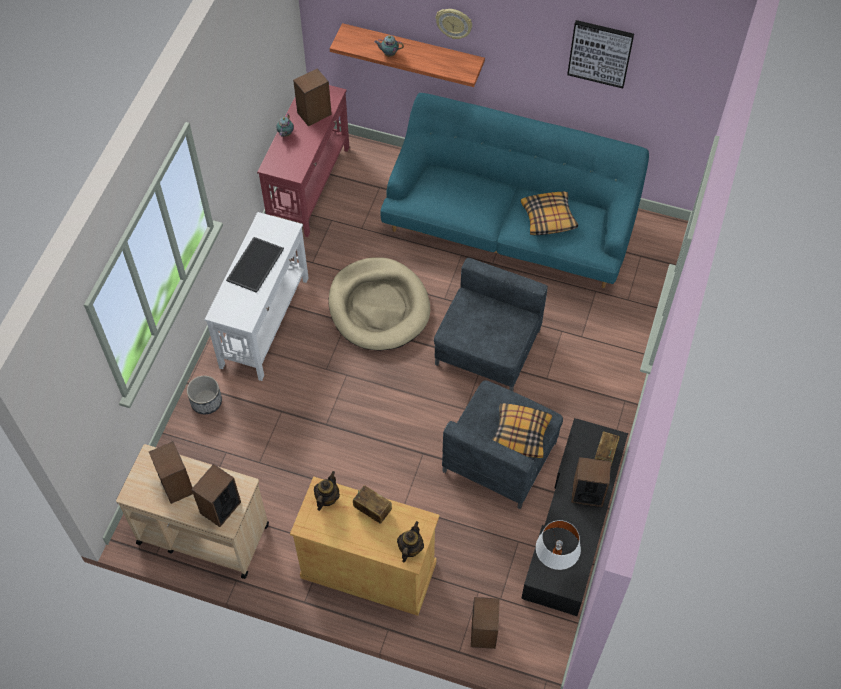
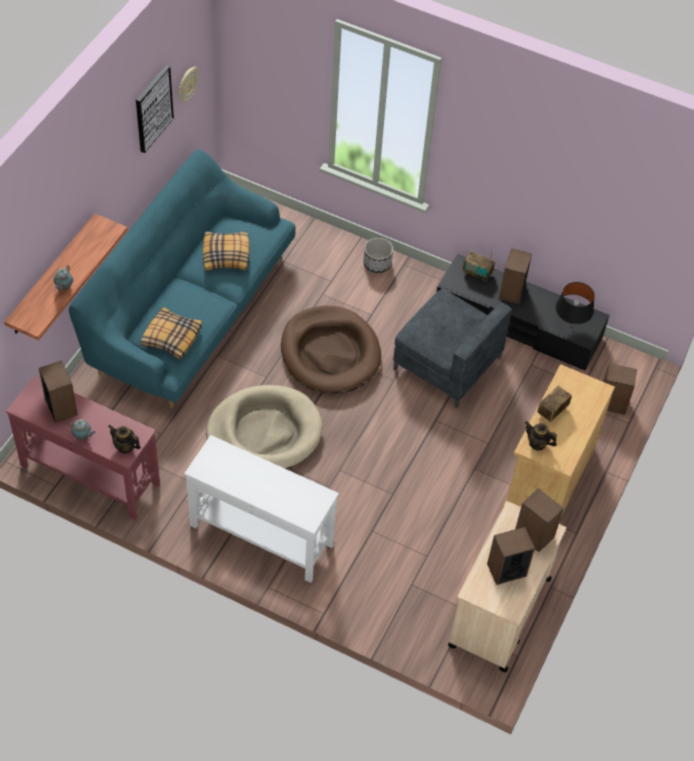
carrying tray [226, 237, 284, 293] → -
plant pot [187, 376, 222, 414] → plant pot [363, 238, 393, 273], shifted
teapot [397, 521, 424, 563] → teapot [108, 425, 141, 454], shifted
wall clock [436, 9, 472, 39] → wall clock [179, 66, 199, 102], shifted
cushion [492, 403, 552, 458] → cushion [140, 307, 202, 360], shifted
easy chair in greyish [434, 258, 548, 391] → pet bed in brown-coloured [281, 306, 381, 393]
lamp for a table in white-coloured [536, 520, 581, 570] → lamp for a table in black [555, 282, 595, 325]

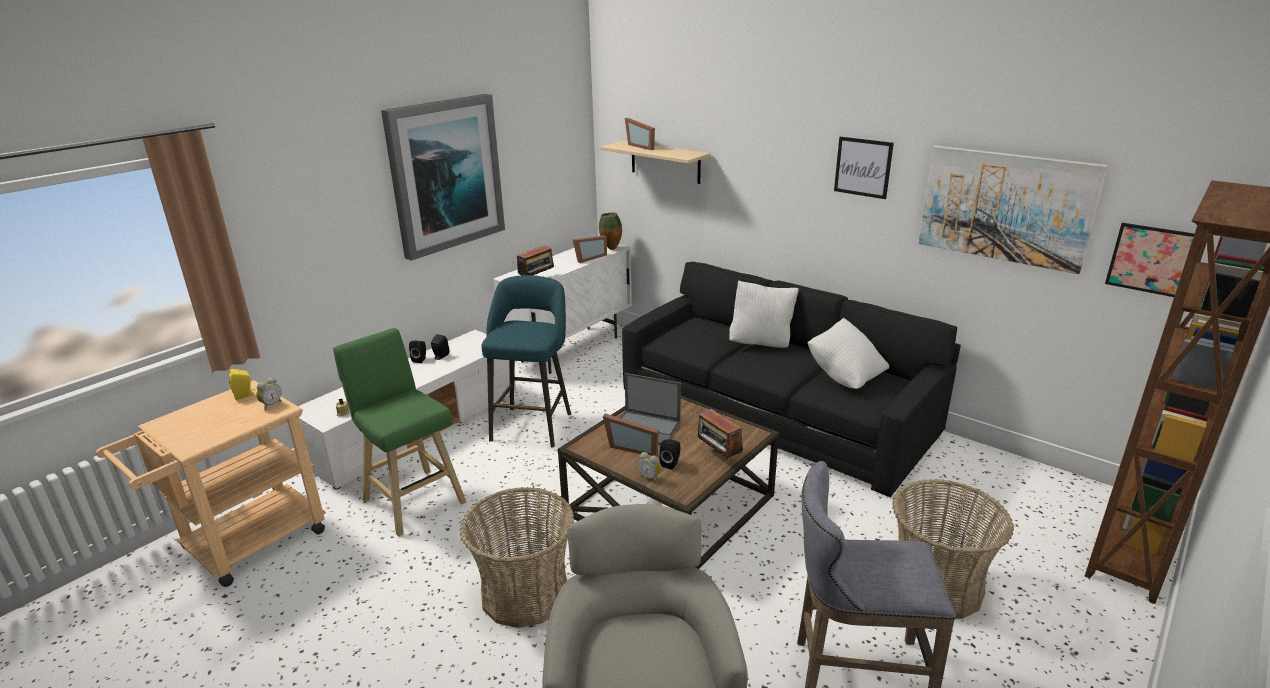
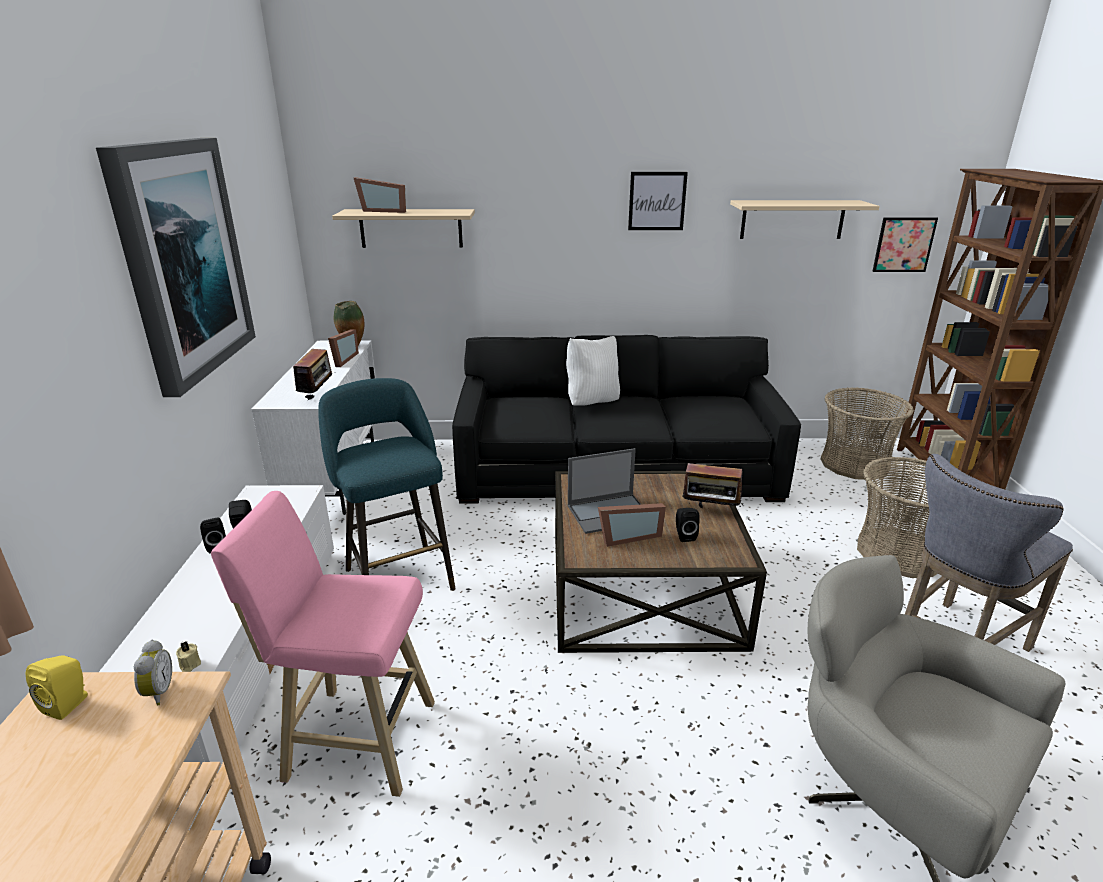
alarm clock [638, 452, 661, 482] → -
cushion in white-coloured [808, 318, 889, 389] → -
basket [460, 487, 574, 628] → basket [821, 387, 914, 480], shifted
picture [918, 146, 1108, 274] → bracket shelf in sand-coloured [730, 200, 880, 239]
stool in green-coloured [333, 328, 466, 537] → stool in pinkish [211, 491, 435, 797]

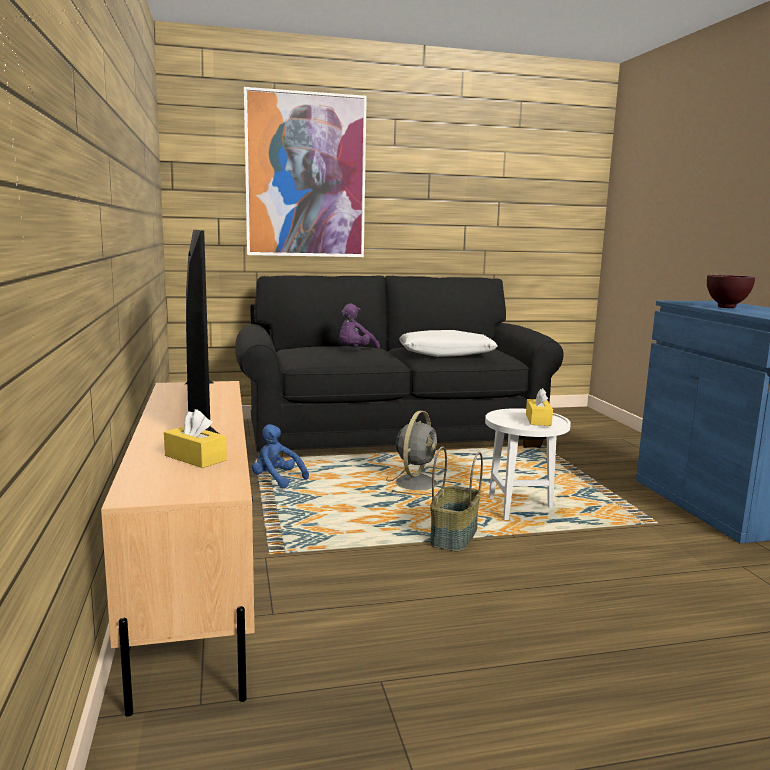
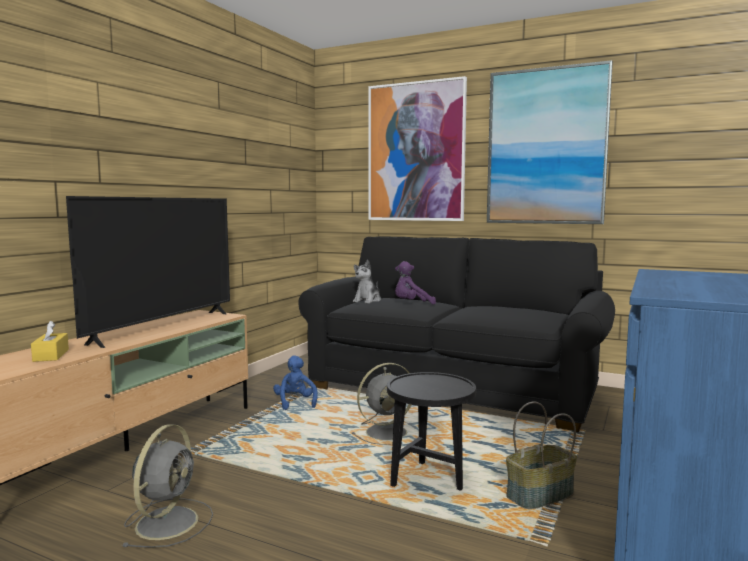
cushion in white-coloured [399, 330, 498, 357] → -
tissue box in yellow-coloured [526, 388, 553, 426] → -
bowl in brown-coloured [707, 275, 755, 308] → -
- → electric fan in greyish [121, 424, 213, 548]
- → cuddly toy [353, 260, 381, 303]
- → picture [487, 60, 613, 224]
basket [430, 447, 483, 552] → basket [506, 401, 577, 509], shifted
side table in white-coloured [485, 408, 571, 520] → side table in black [387, 372, 476, 491]

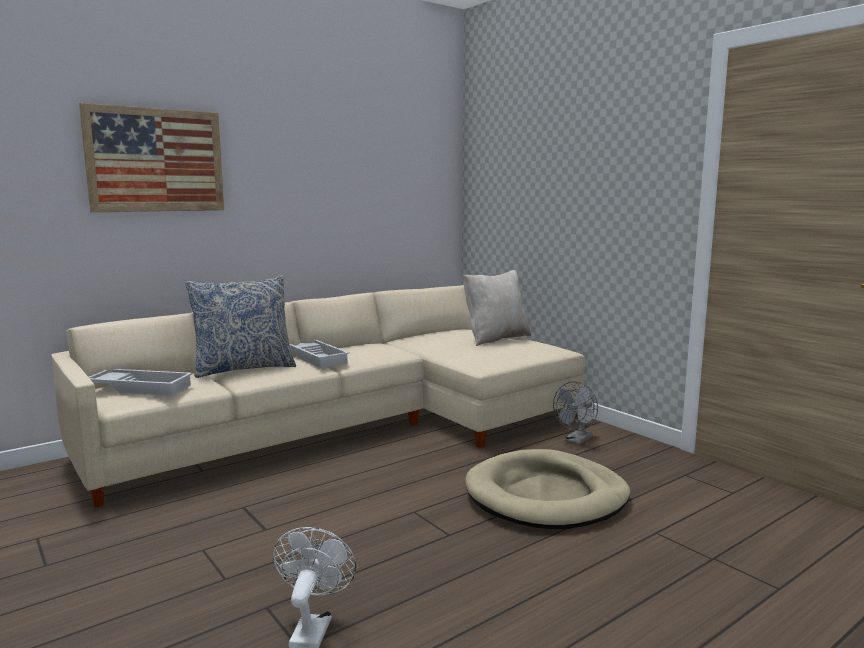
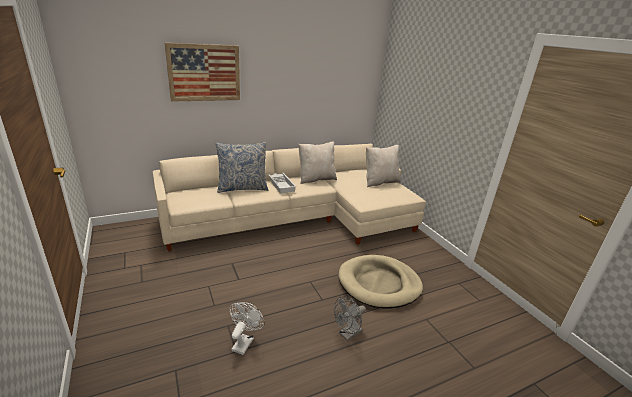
carrying tray in white-coloured [89, 369, 193, 396] → -
- → cushion in sand-coloured [298, 141, 337, 184]
electric fan in greyish [553, 381, 598, 445] → electric fan in greyish [334, 296, 366, 341], shifted

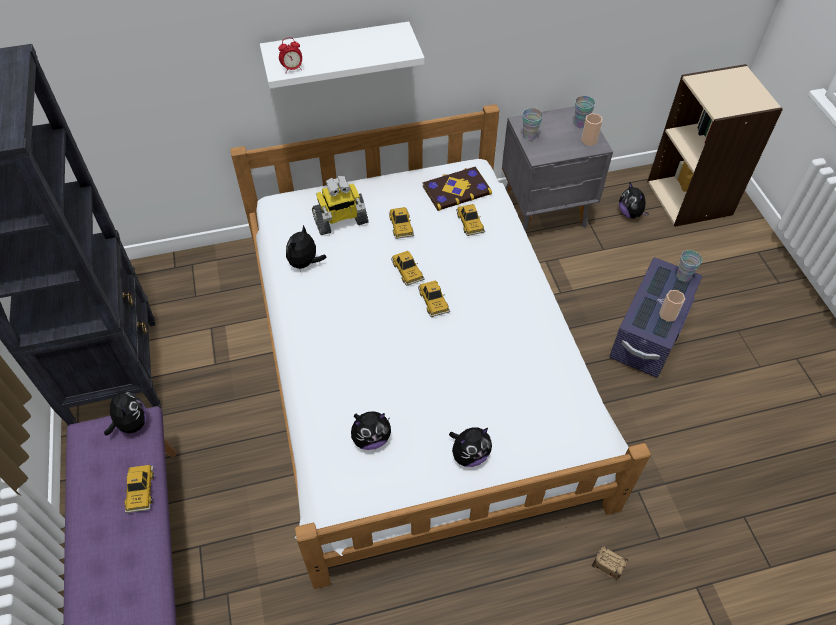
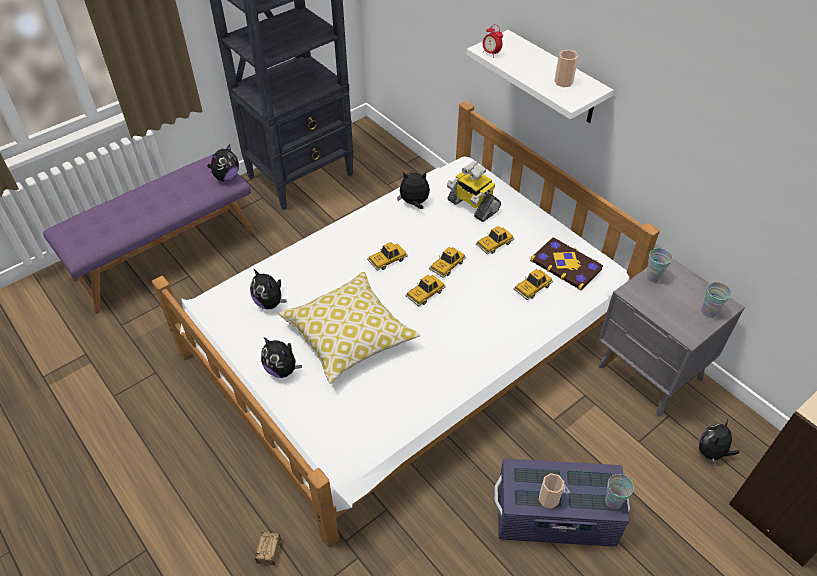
- → cushion [278, 272, 420, 384]
miniature car [124, 465, 154, 513] → miniature car [367, 242, 408, 271], shifted
small cup [581, 113, 602, 146] → small cup [554, 50, 578, 87], shifted

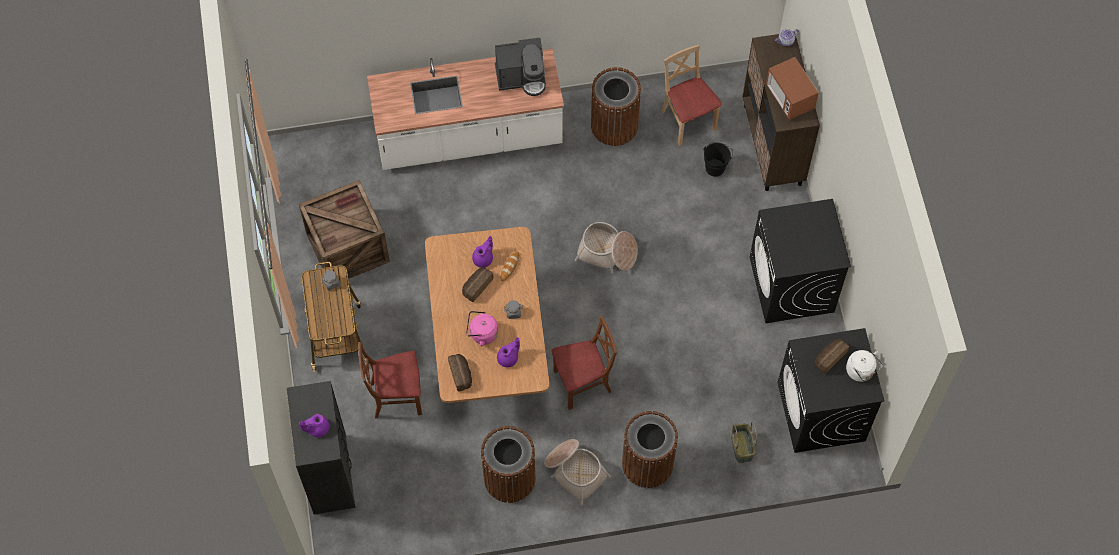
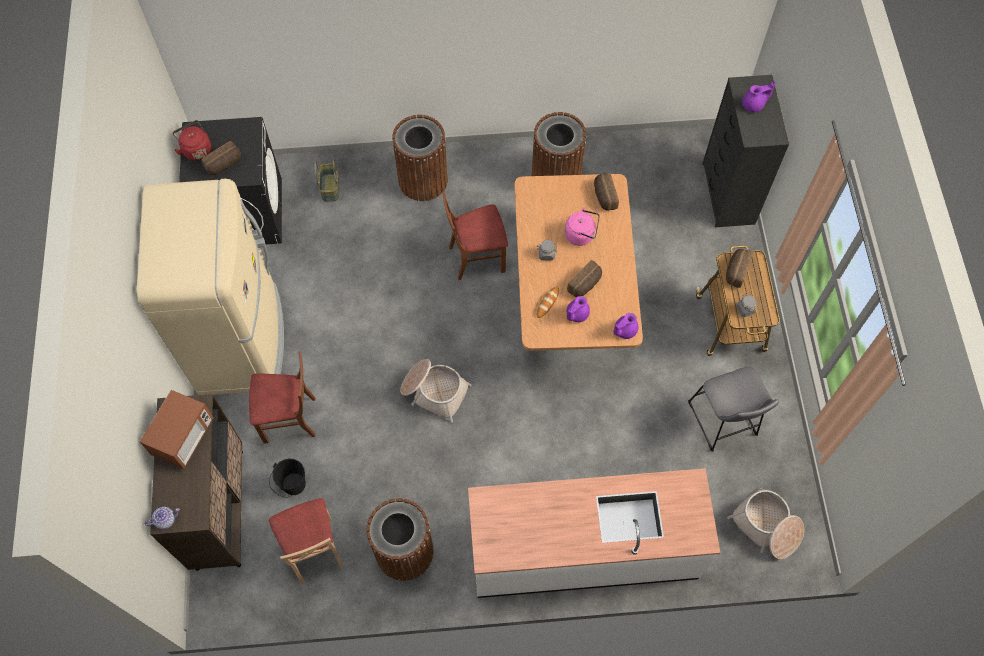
coffee maker [495, 38, 546, 96] → -
- → bread [726, 249, 753, 288]
plain chair in brown-coloured [358, 342, 422, 419] → plain chair in brown-coloured [249, 352, 315, 444], shifted
teapot in purple-coloured [497, 337, 520, 367] → teapot in purple-coloured [613, 313, 638, 339], shifted
basket [544, 439, 611, 505] → basket [727, 488, 804, 559], shifted
crate [299, 180, 390, 279] → stool in greyish [688, 367, 779, 452]
washing machine in black [750, 199, 851, 323] → refrigerator in sand-coloured [137, 179, 284, 395]
water kettle in white-coloured [846, 350, 883, 382] → water kettle in red-coloured [173, 120, 211, 161]
microwave [766, 57, 819, 120] → microwave [140, 390, 214, 469], 45 degrees clockwise

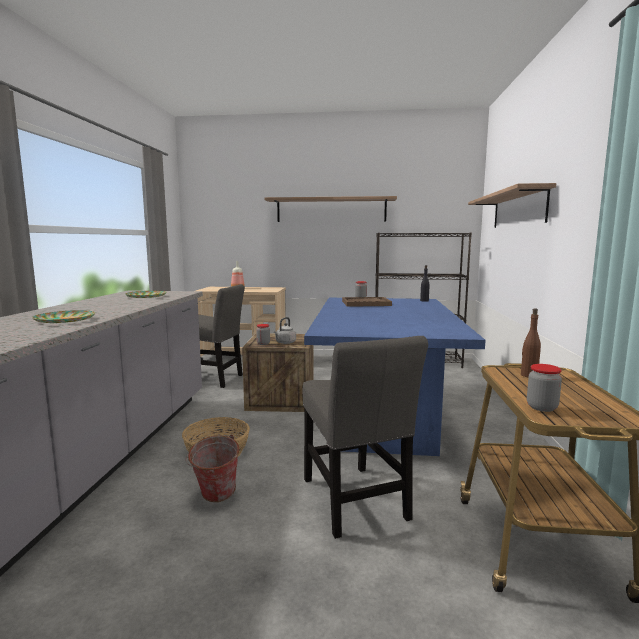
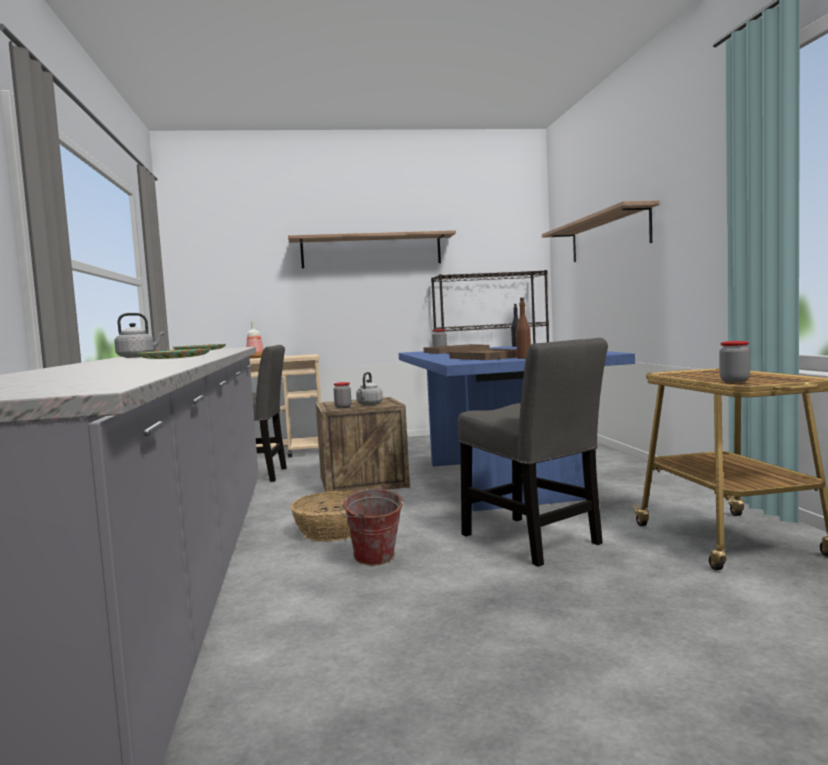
- → water kettle in greyish [114, 313, 164, 358]
- → carrying tray in brown-coloured [449, 349, 517, 360]
drink bottle in brown-coloured [521, 309, 541, 378] → drink bottle in brown-coloured [516, 297, 531, 359], shifted

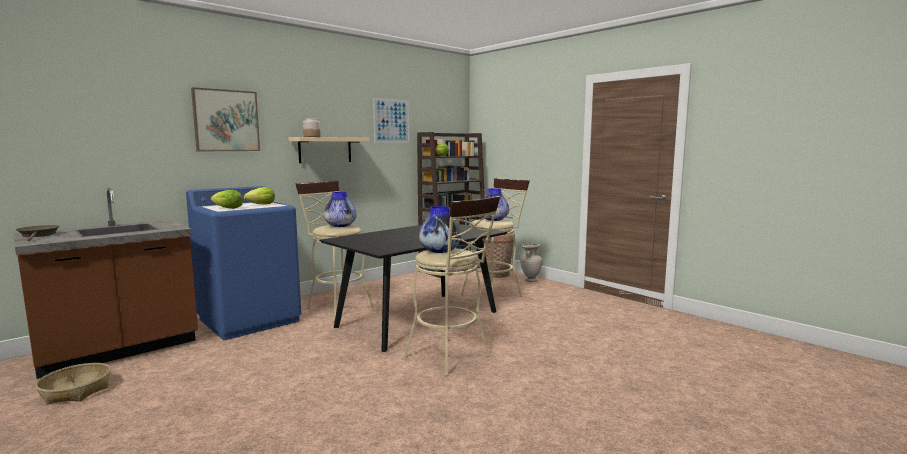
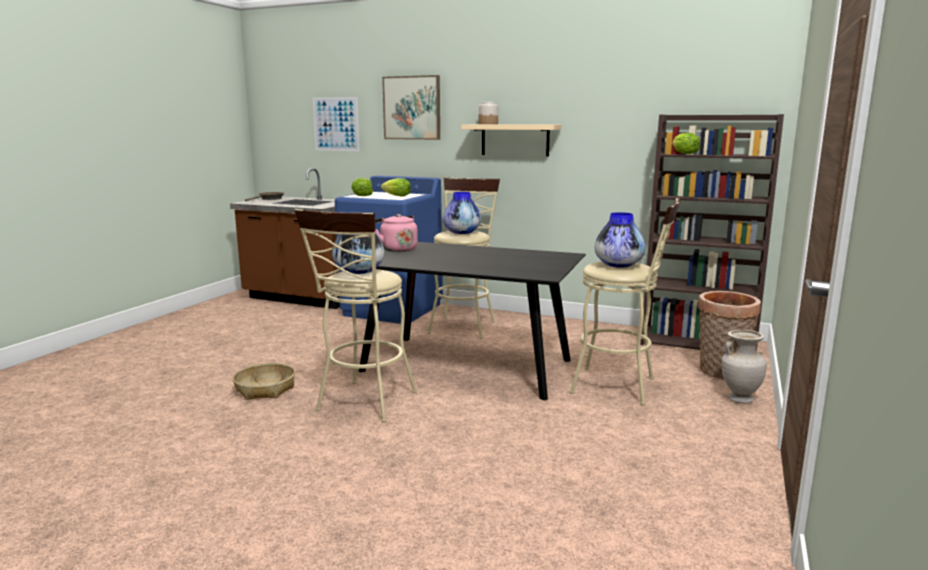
- → water kettle in pinkish [375, 214, 418, 252]
basket [36, 363, 111, 405] → basket [233, 363, 295, 400], shifted
picture [373, 98, 409, 143] → picture [313, 97, 360, 151], shifted

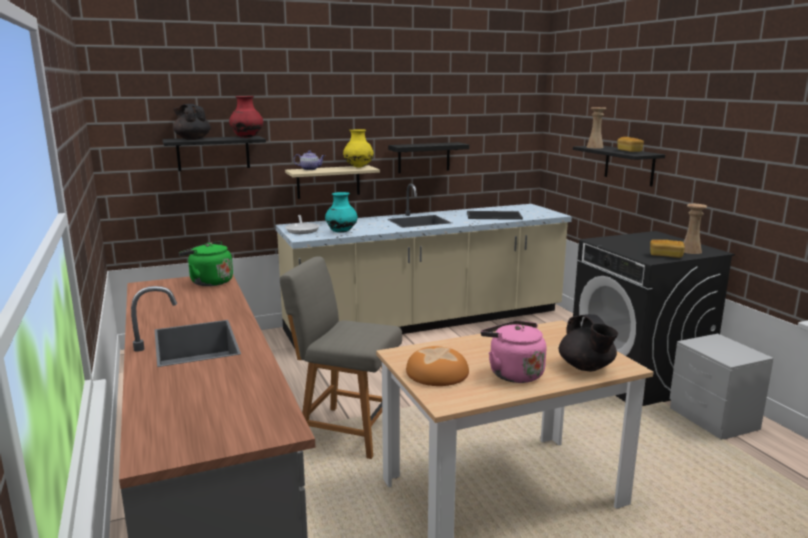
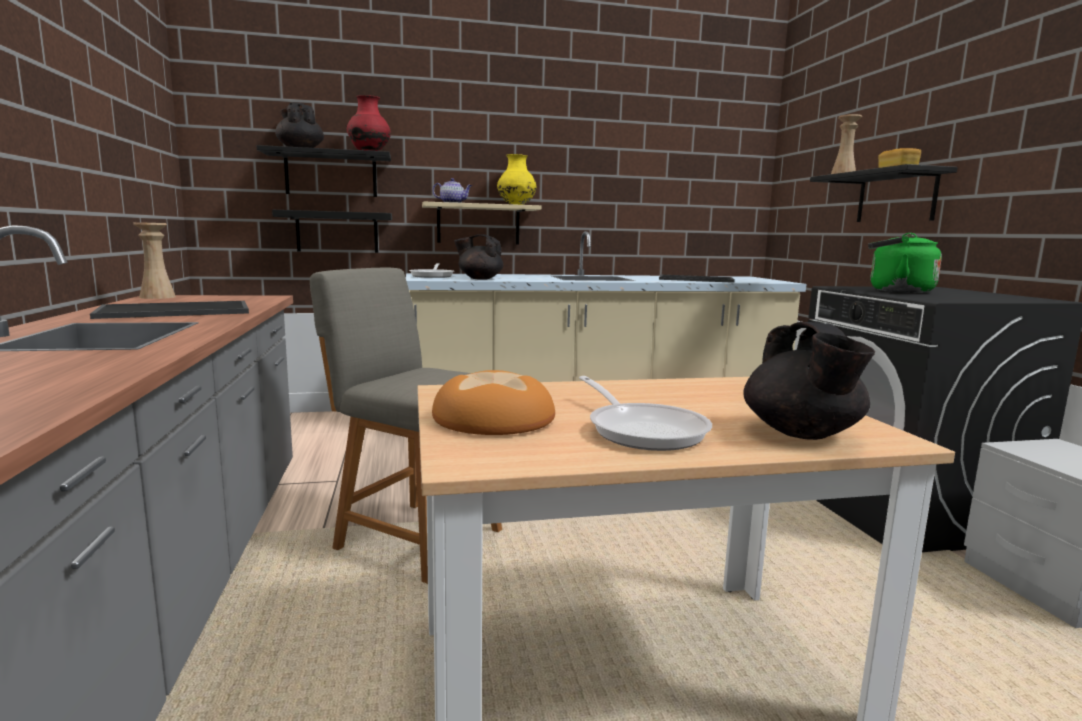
bread [650, 240, 685, 258] → -
- → carrying tray [90, 301, 249, 319]
water kettle in green-coloured [179, 241, 233, 286] → water kettle in green-coloured [868, 233, 942, 293], shifted
bracket shelf in black [388, 142, 469, 173] → bracket shelf in black [272, 210, 392, 253], shifted
flower vase in sand-coloured [683, 204, 707, 254] → flower vase in sand-coloured [133, 222, 176, 299], shifted
flower vase in blue-green [325, 192, 358, 233] → teapot in black [454, 234, 503, 280]
water kettle in pinkish [481, 321, 546, 383] → pan [579, 376, 712, 451]

